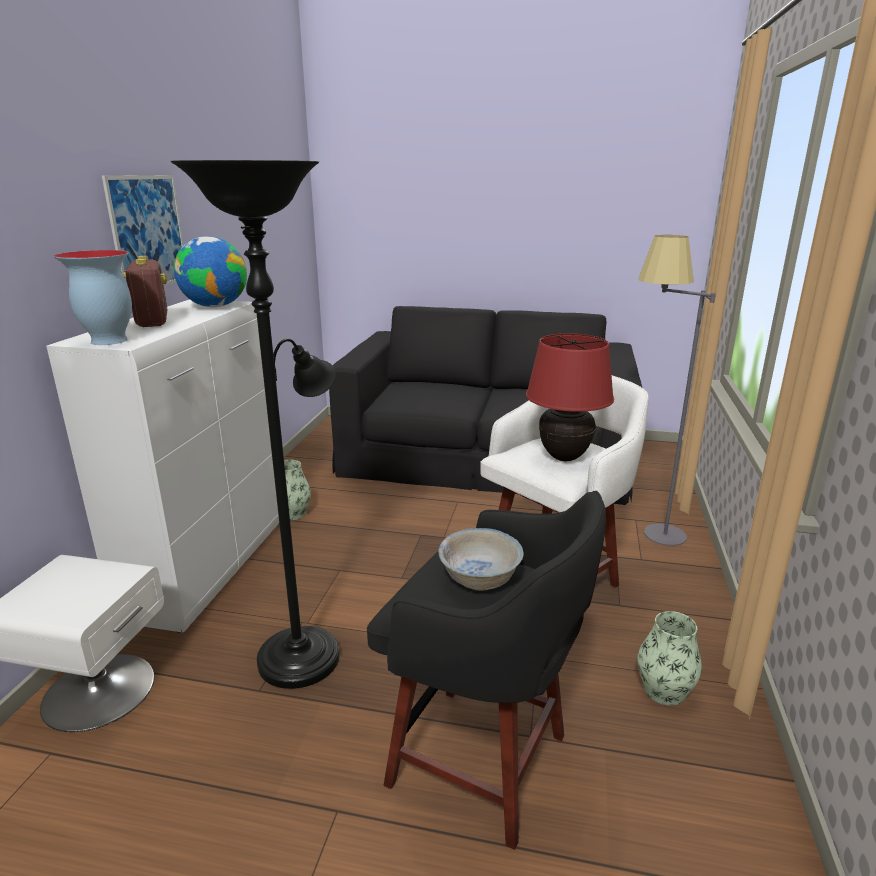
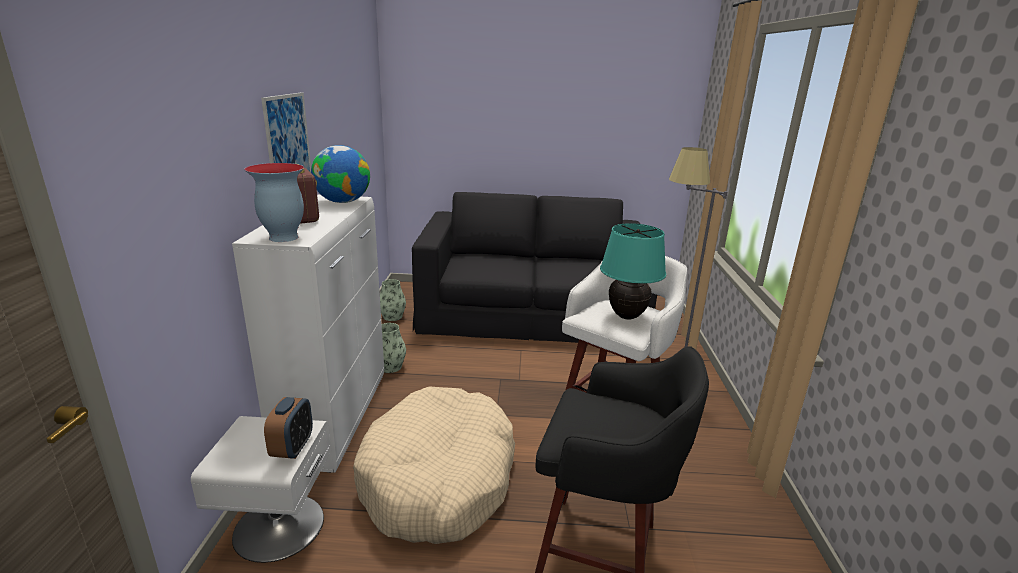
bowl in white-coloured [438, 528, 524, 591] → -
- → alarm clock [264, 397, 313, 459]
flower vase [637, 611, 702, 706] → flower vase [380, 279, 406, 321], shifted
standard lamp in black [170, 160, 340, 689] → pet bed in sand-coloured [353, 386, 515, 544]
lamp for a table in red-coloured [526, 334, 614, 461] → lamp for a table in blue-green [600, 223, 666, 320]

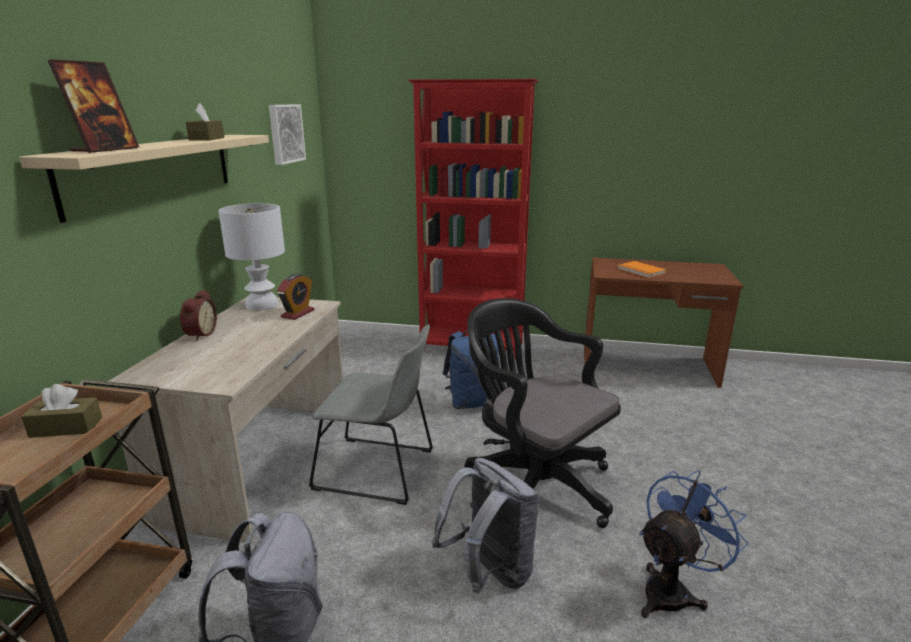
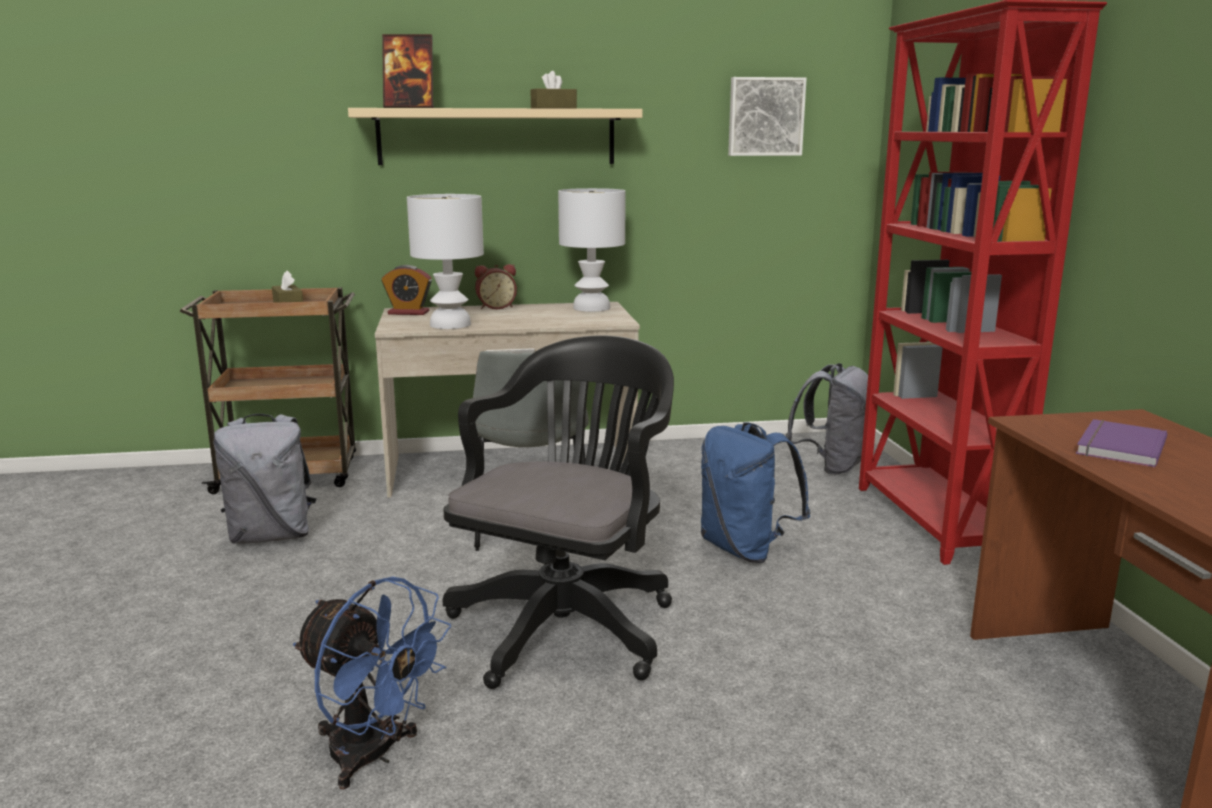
- → lamp for a table in white-coloured [407, 194, 484, 329]
alarm clock [277, 274, 315, 320] → alarm clock [381, 265, 432, 315], shifted
rucksack in greyish [432, 458, 539, 594] → rucksack in greyish [786, 363, 868, 475], shifted
bound book in orange-coloured [617, 261, 667, 278] → bound book in purple-coloured [1076, 419, 1168, 468]

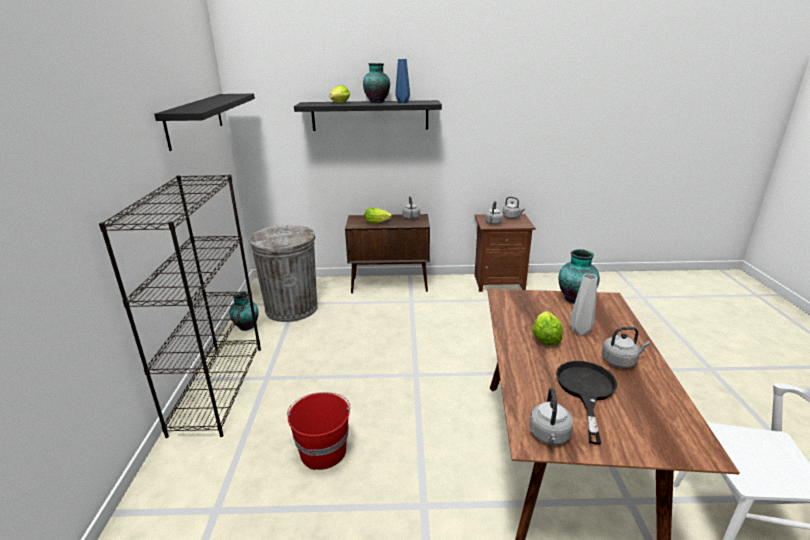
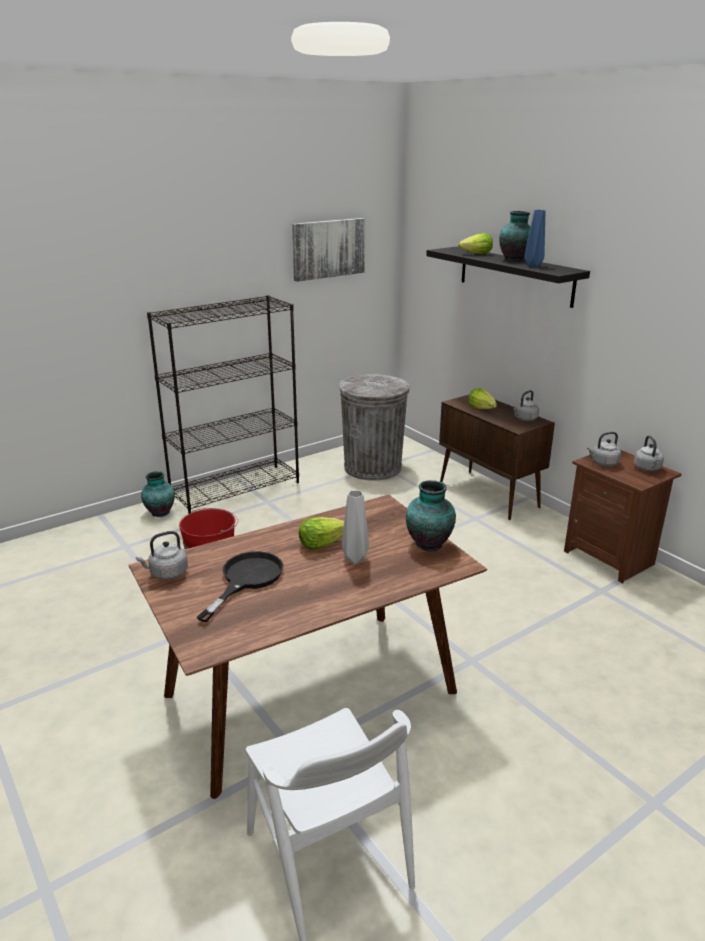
water kettle in greyish [602, 327, 650, 368] → -
flower vase [229, 292, 259, 331] → flower vase [141, 471, 175, 517], shifted
bracket shelf in black [154, 94, 255, 151] → picture [292, 218, 365, 282]
pan in black [556, 361, 617, 445] → pan in black [197, 551, 283, 622], 45 degrees counterclockwise

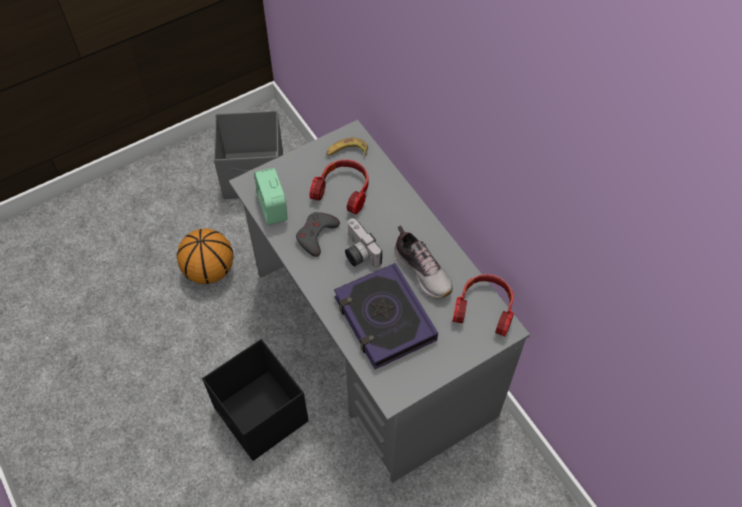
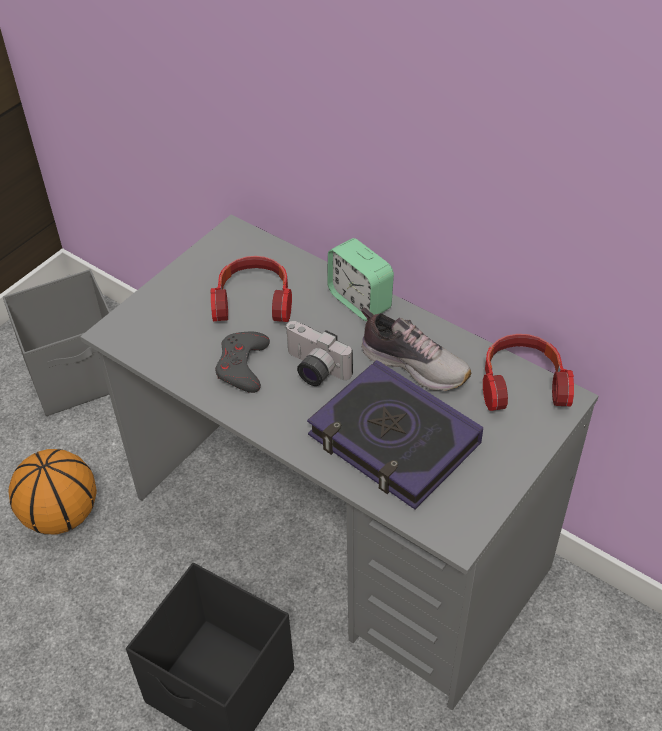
banana [326, 138, 368, 156] → -
alarm clock [254, 168, 288, 225] → alarm clock [327, 238, 394, 321], shifted

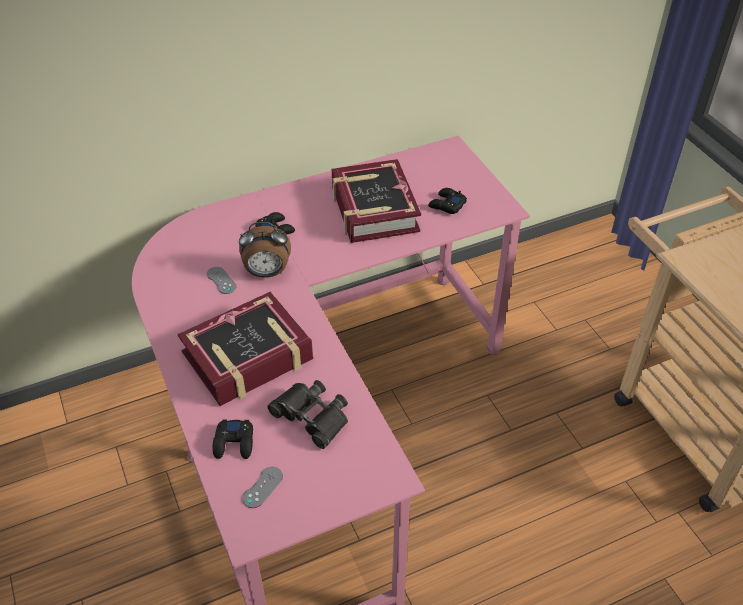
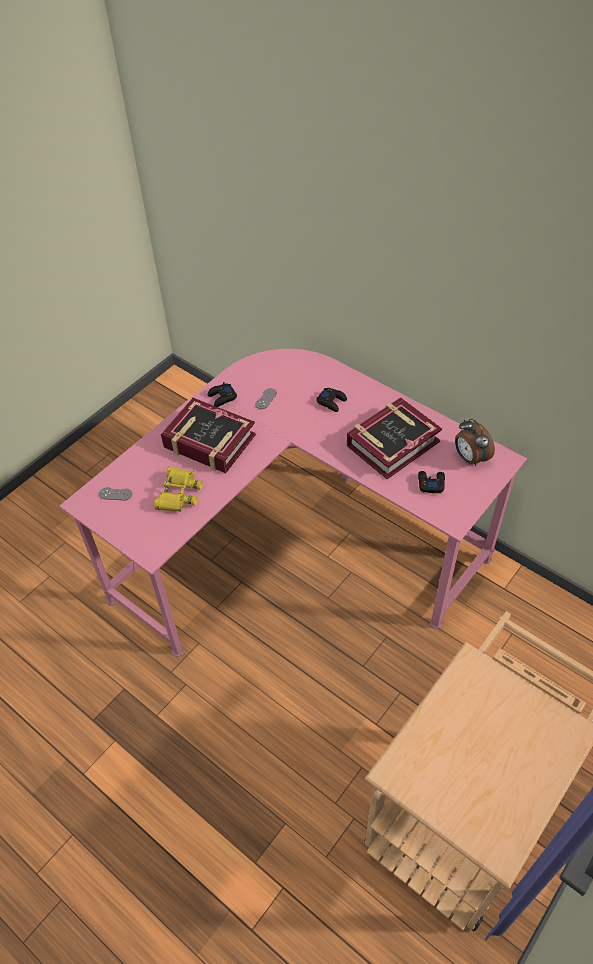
game controller in black [212, 420, 253, 459] → game controller in black [208, 382, 237, 407], shifted
alarm clock [239, 222, 291, 278] → alarm clock [455, 419, 495, 466], shifted
binoculars in black [267, 380, 348, 449] → binoculars in yellow-coloured [154, 466, 203, 512]

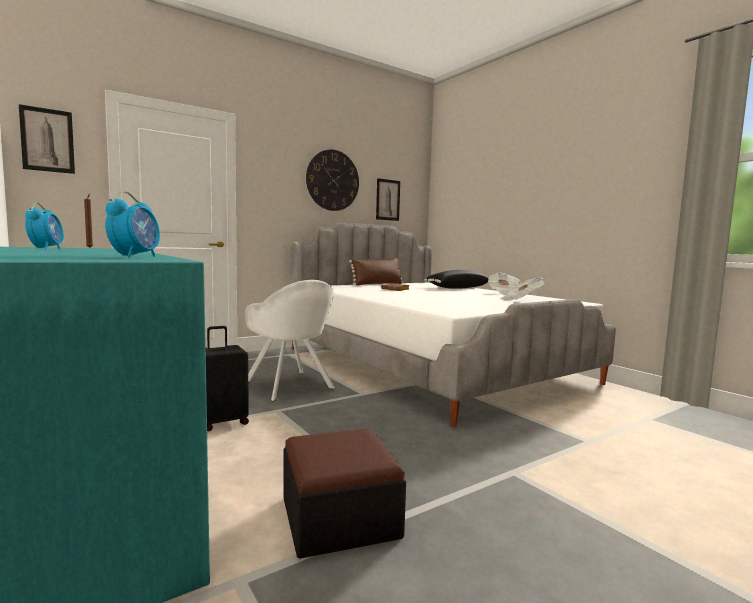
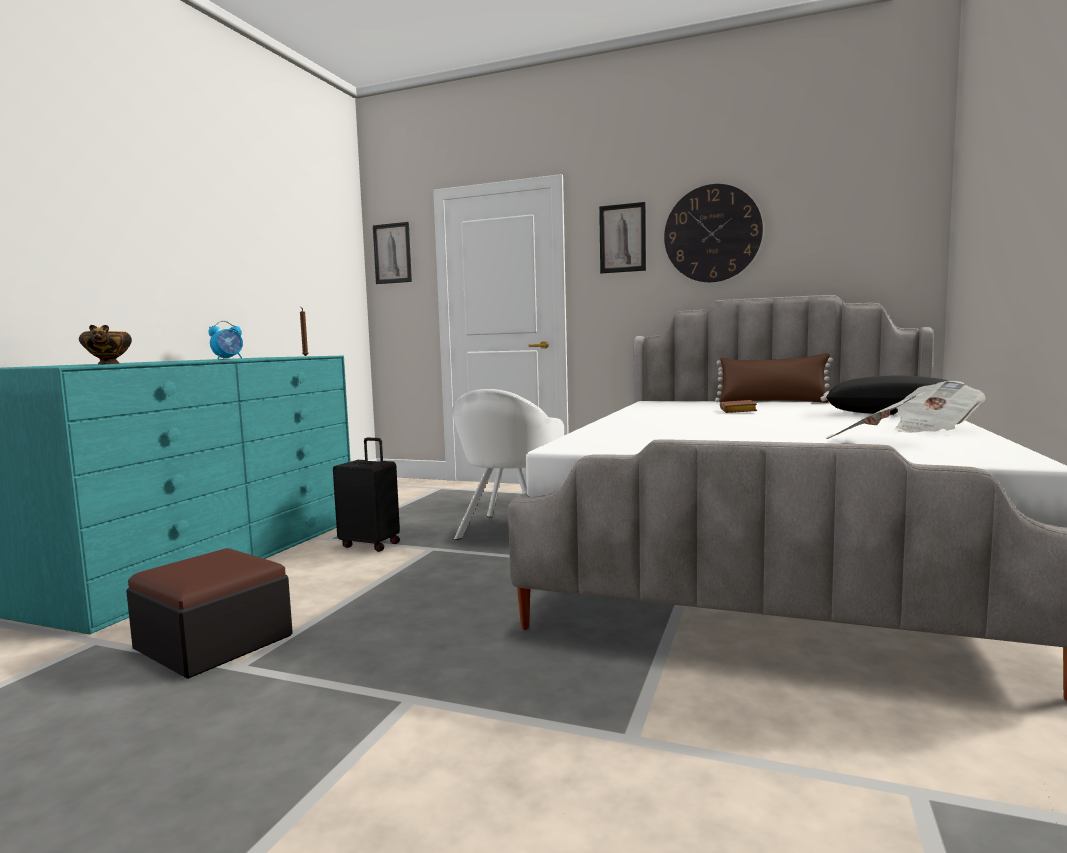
picture [376, 178, 400, 221] → picture [599, 202, 646, 274], shifted
alarm clock [105, 191, 160, 258] → bowl [79, 325, 132, 365]

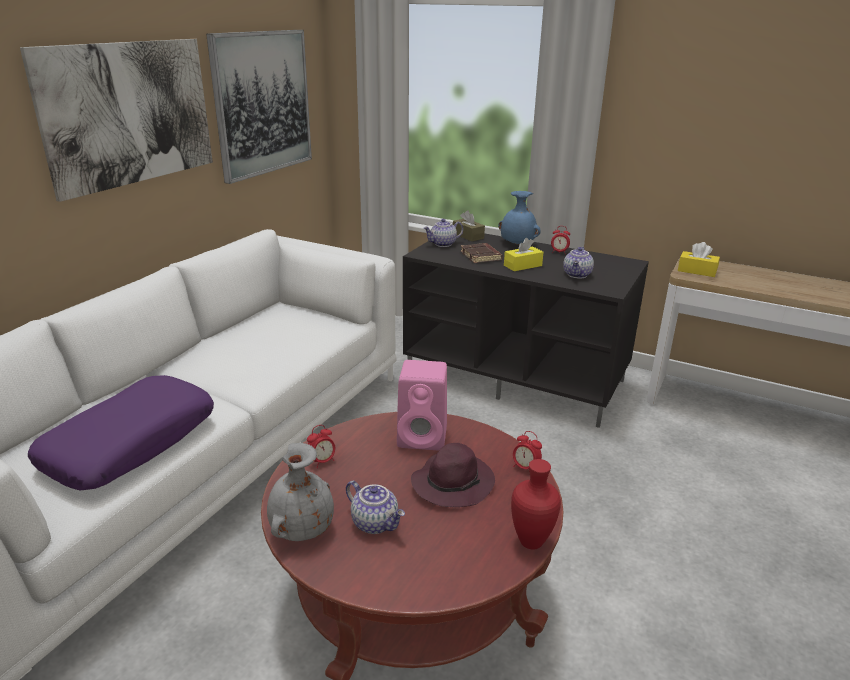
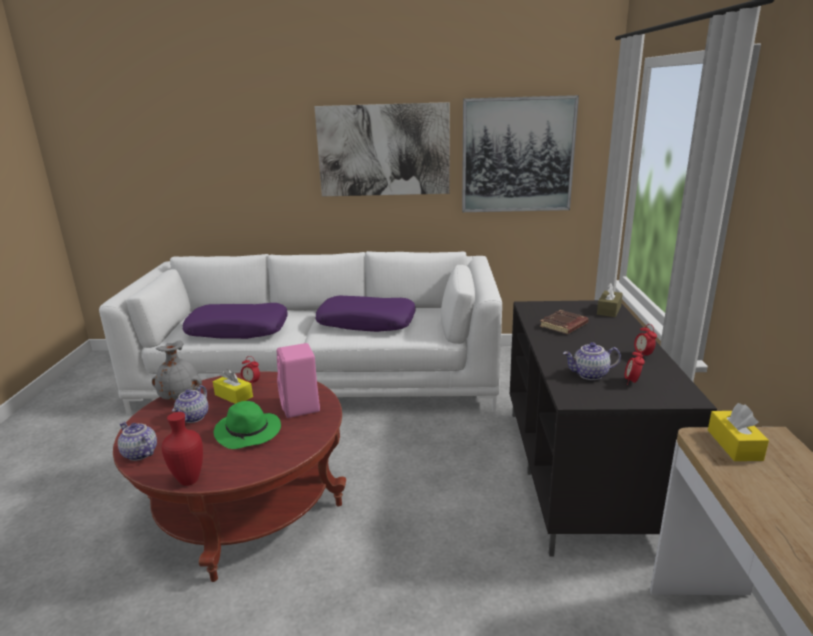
flower vase in blue [498, 191, 541, 245] → -
- → cushion in purple-coloured [315, 296, 415, 332]
teapot [423, 219, 463, 247] → teapot [118, 422, 157, 461], shifted
tissue box in yellow-coloured [504, 238, 544, 271] → tissue box in yellow-coloured [213, 369, 253, 404], shifted
alarm clock [513, 431, 542, 472] → alarm clock [625, 349, 645, 385], shifted
wearable hat in purple-coloured [411, 443, 495, 507] → wearable hat in green-coloured [213, 401, 281, 449]

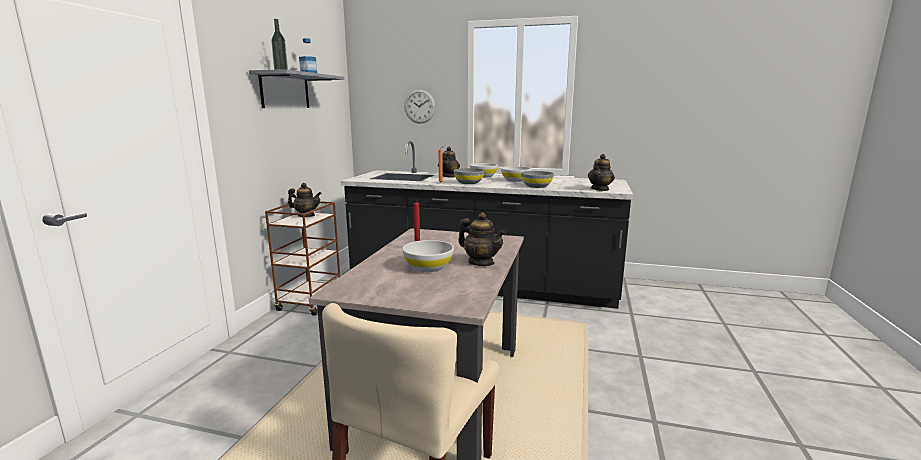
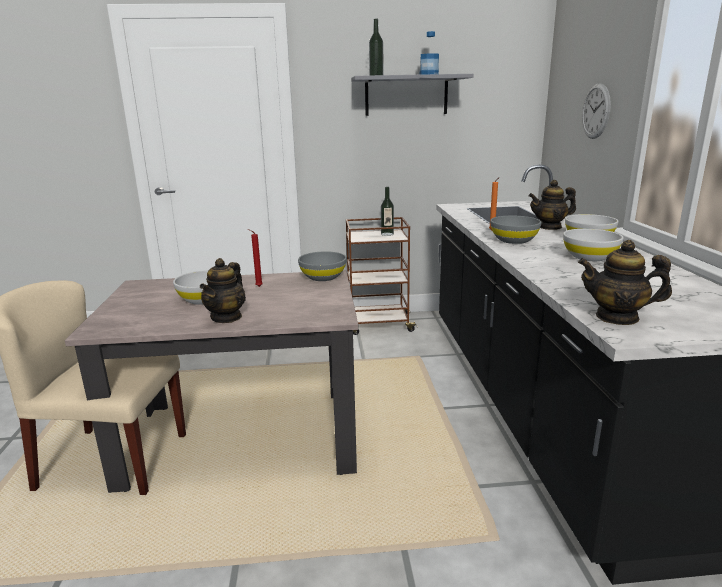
bowl in greyish [521, 171, 554, 188] → bowl in greyish [298, 251, 347, 281], shifted
teapot [288, 183, 322, 217] → drink bottle [381, 187, 394, 236]

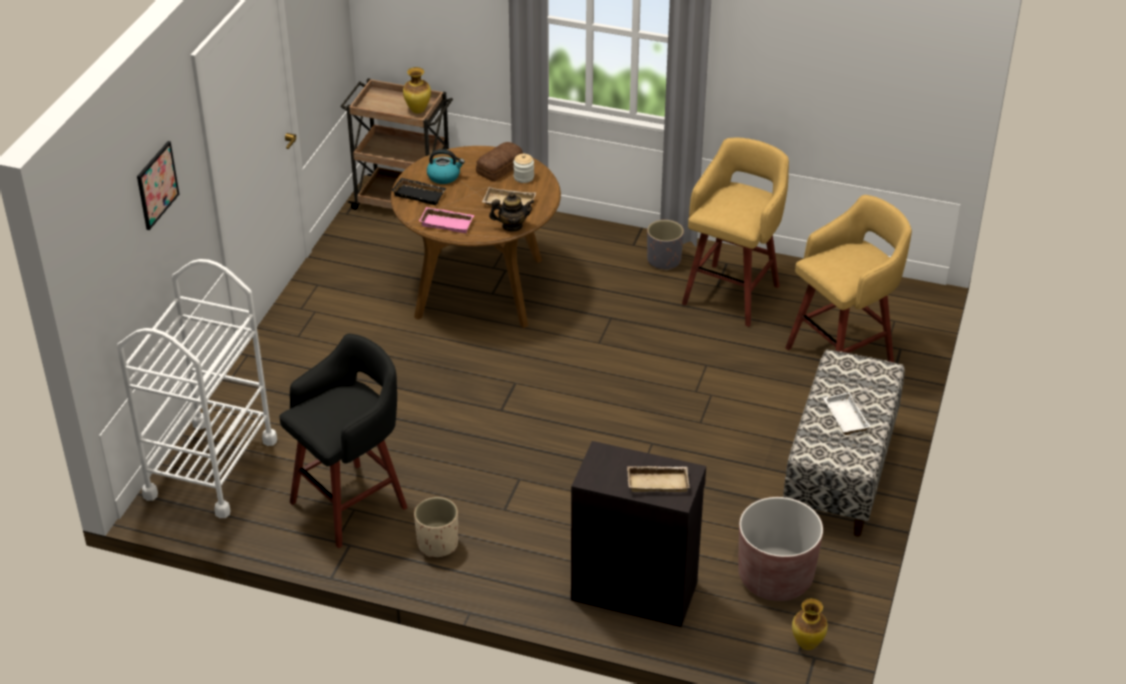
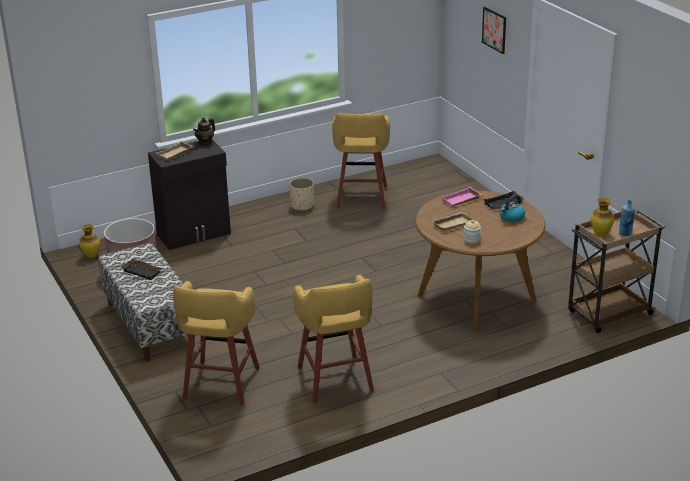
cart in white-coloured [117, 259, 277, 518] → -
bread [476, 142, 523, 182] → -
plant pot in greyish [647, 220, 684, 271] → -
- → drink bottle in blue [619, 200, 635, 237]
teapot [489, 192, 534, 232] → teapot [193, 117, 215, 145], shifted
stool in black [279, 334, 408, 548] → stool in yellow-coloured [332, 113, 390, 209]
carrying tray in white-coloured [823, 392, 871, 435] → carrying tray in black [121, 259, 163, 280]

